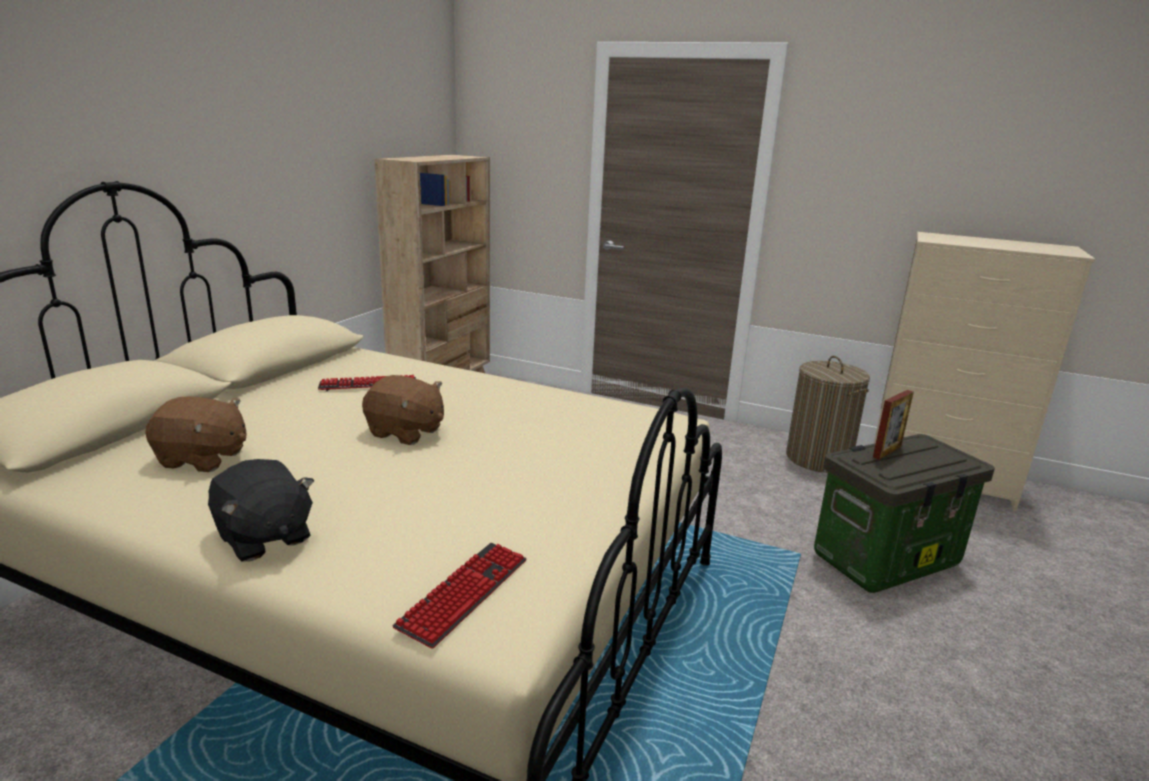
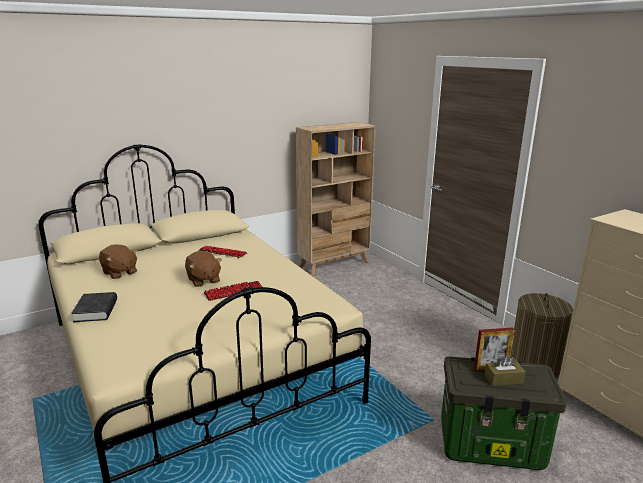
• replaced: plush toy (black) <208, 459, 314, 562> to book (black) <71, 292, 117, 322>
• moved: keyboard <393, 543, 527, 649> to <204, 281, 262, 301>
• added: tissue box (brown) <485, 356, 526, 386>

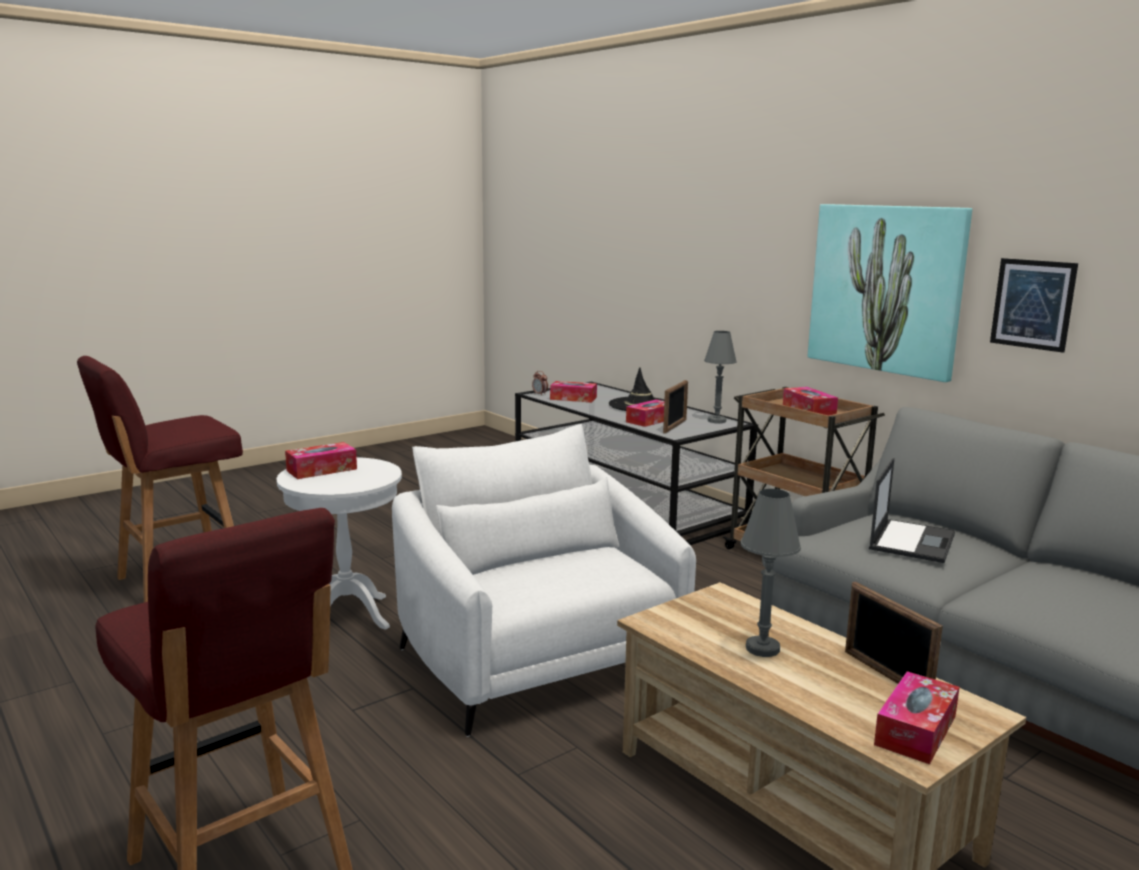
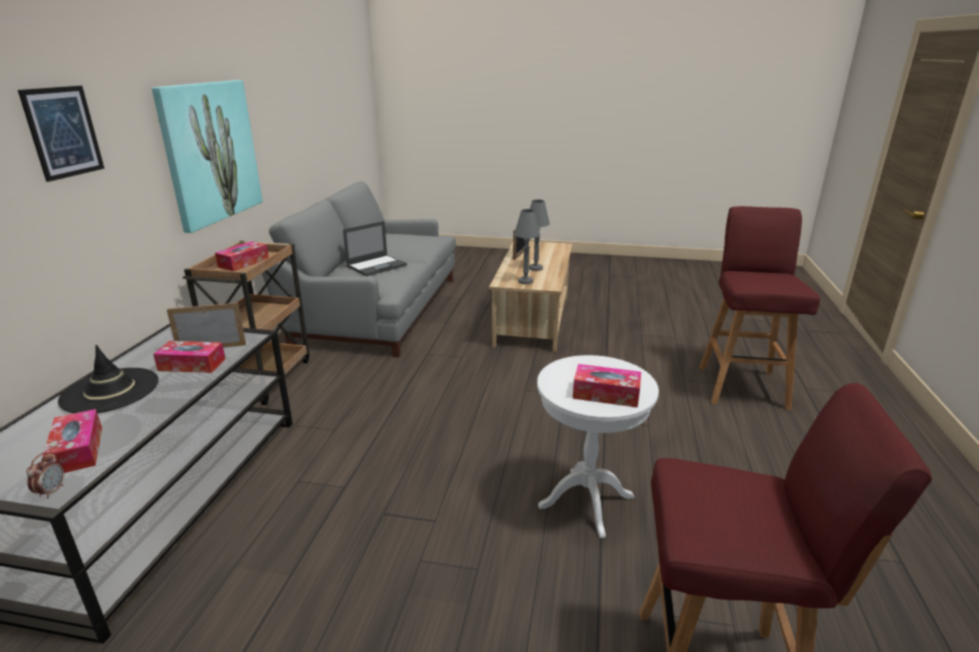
• removed: armchair (white) <392, 424, 696, 737>
• moved: table lamp (grey) <704, 331, 737, 423> to <514, 209, 540, 284>
• turned: laptop <869, 458, 955, 563> = <343, 221, 407, 276> 150 degrees clockwise
• removed: tissue box <874, 671, 960, 764>
• moved: picture <990, 258, 1078, 353> to <18, 86, 105, 182>

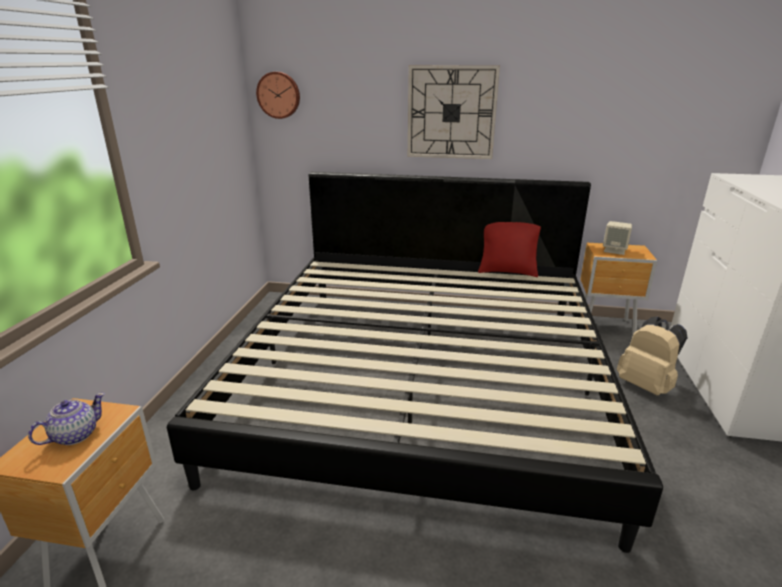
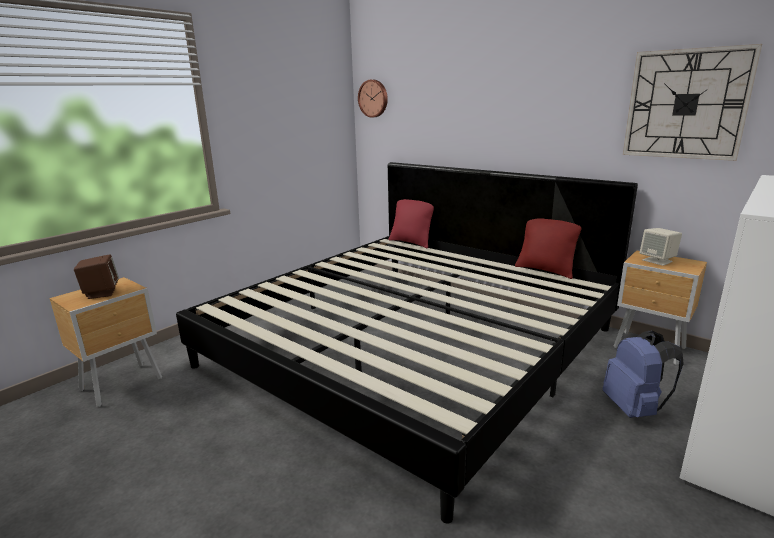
• replaced: teapot <28, 393, 105, 445> to speaker (brown) <74, 254, 119, 299>
• moved: wall clock <408, 65, 500, 159> to <623, 44, 762, 161>
• recoloured: backpack (beige) <617, 317, 688, 395> to backpack (blue) <603, 331, 684, 418>
• added: pillow (red) <389, 199, 434, 249>

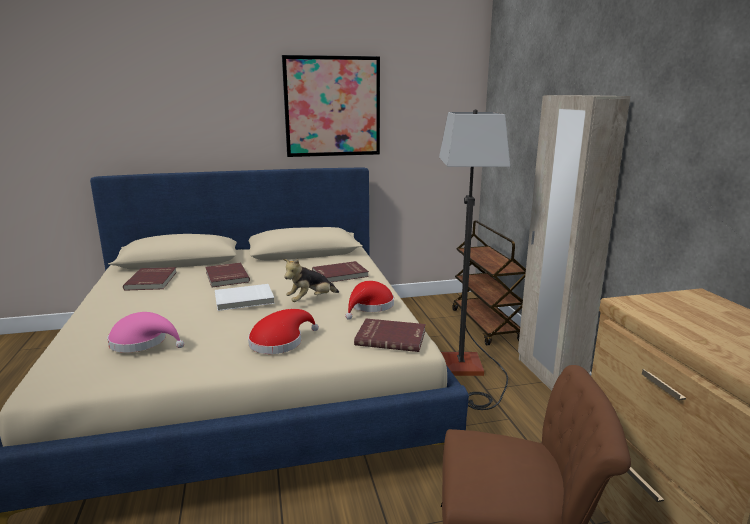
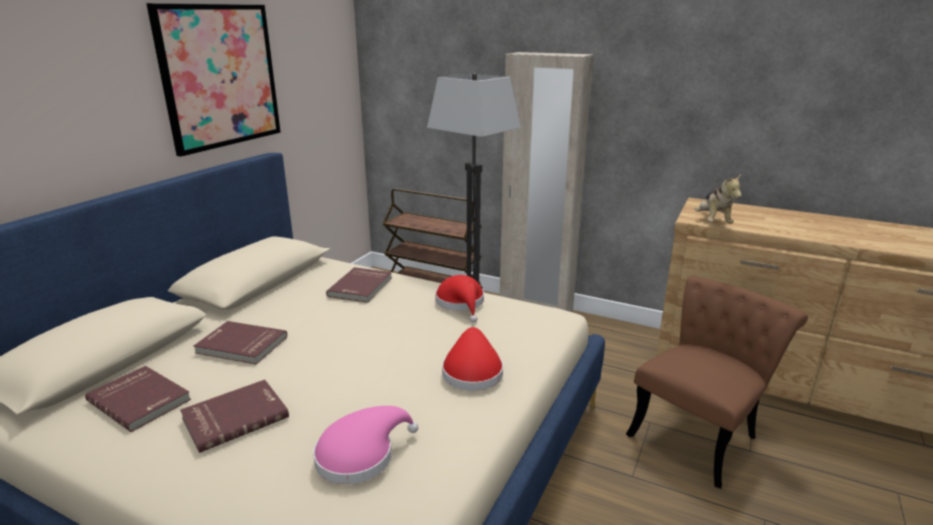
• removed: book (white) <215, 284, 275, 311>
• moved: plush toy <283, 259, 339, 302> to <695, 175, 742, 224>
• moved: book (red) <354, 319, 426, 352> to <180, 380, 289, 453>

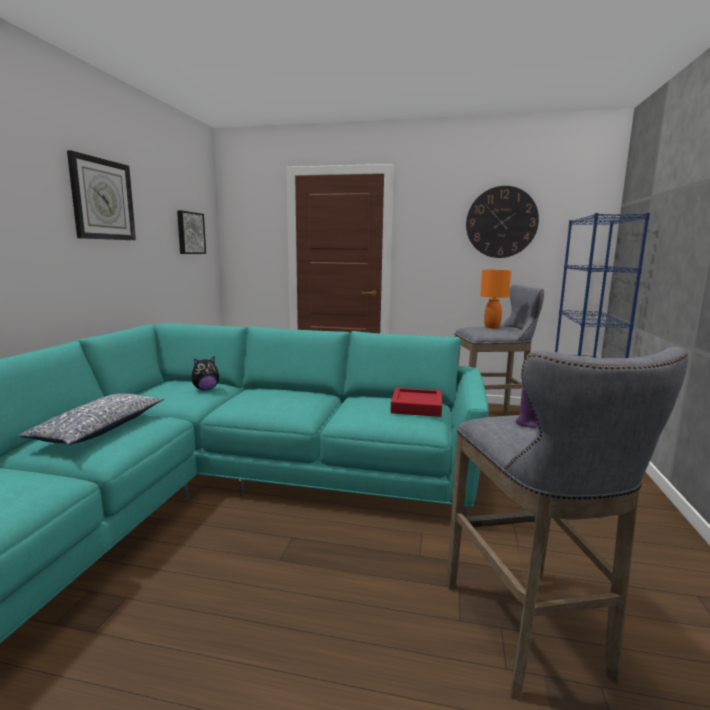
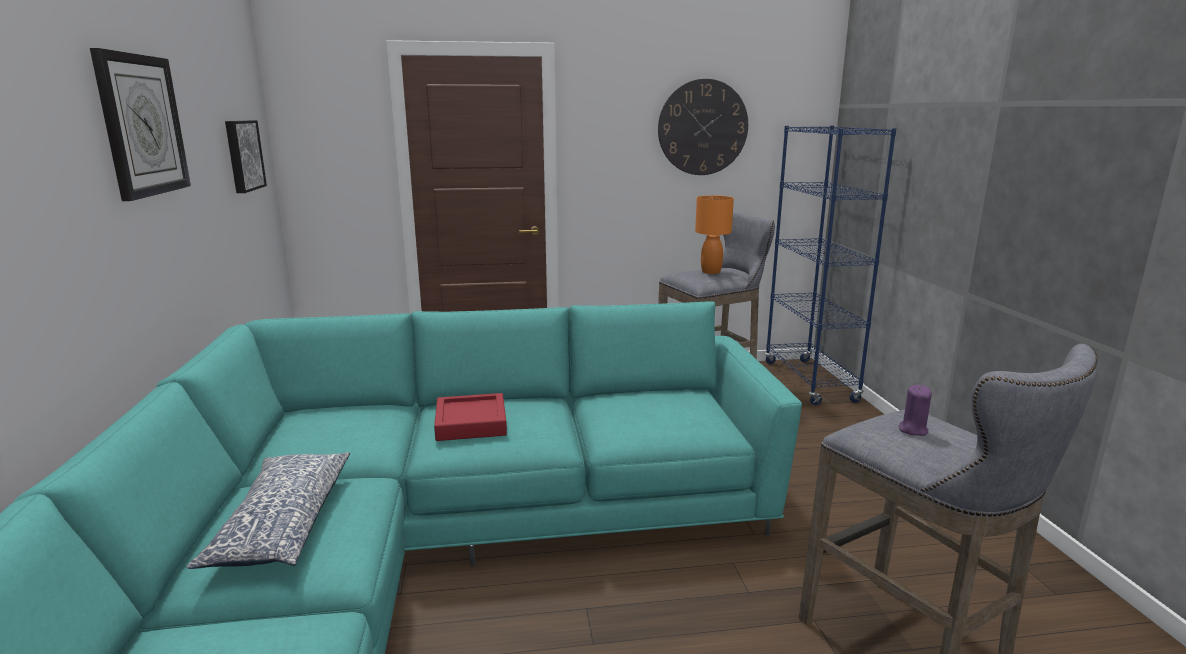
• removed: plush toy <192, 356, 219, 390>
• moved: tray (red) <390, 388, 442, 417> to <434, 393, 507, 441>

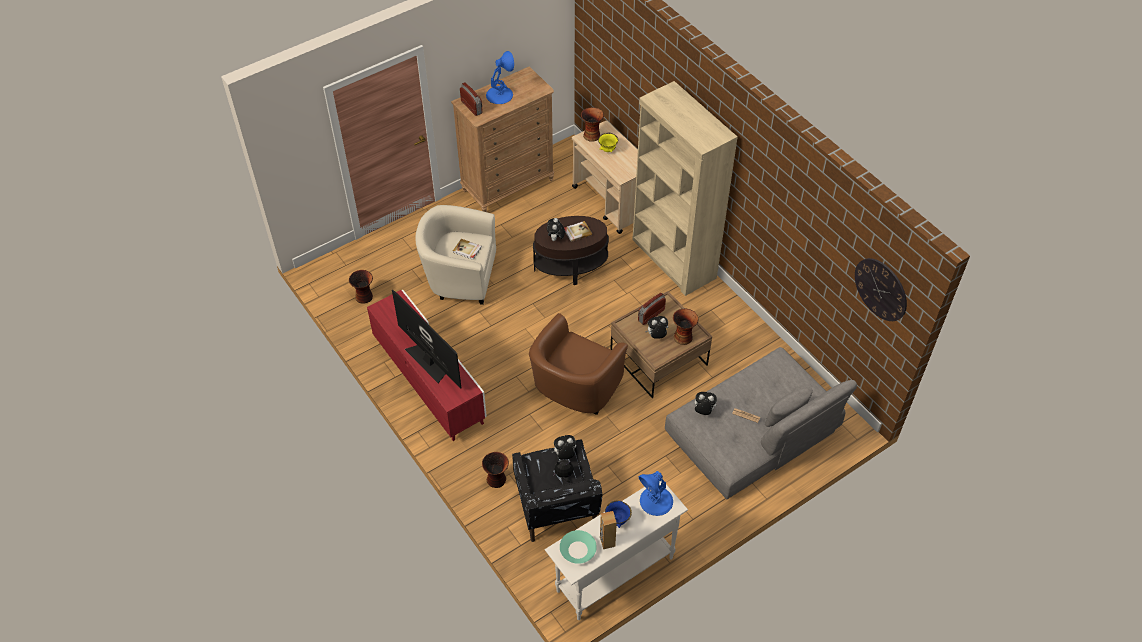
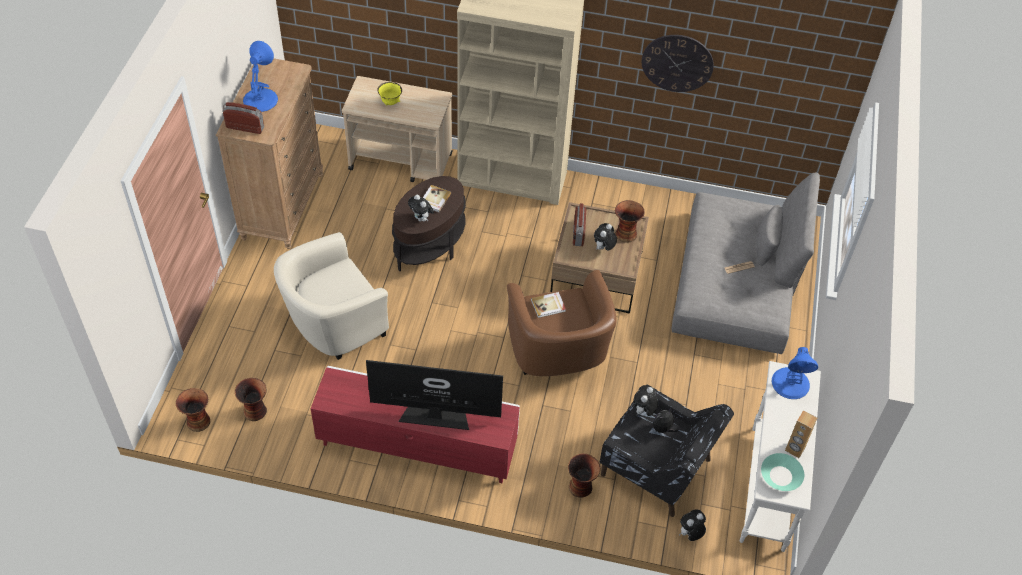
• moved: book <453, 239, 482, 260> to <531, 292, 566, 318>
• moved: vase <581, 107, 604, 142> to <176, 388, 210, 432>
• removed: bowl (blue) <605, 501, 632, 528>
• moved: plush toy <692, 392, 717, 415> to <679, 510, 706, 541>
• moved: wall clock <855, 258, 907, 321> to <642, 35, 714, 92>

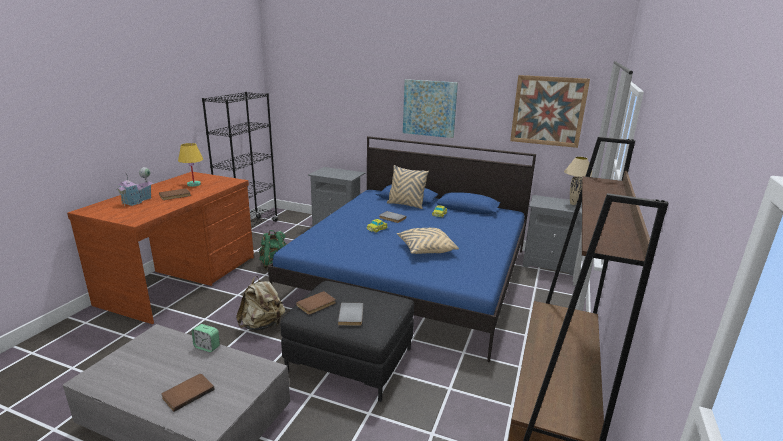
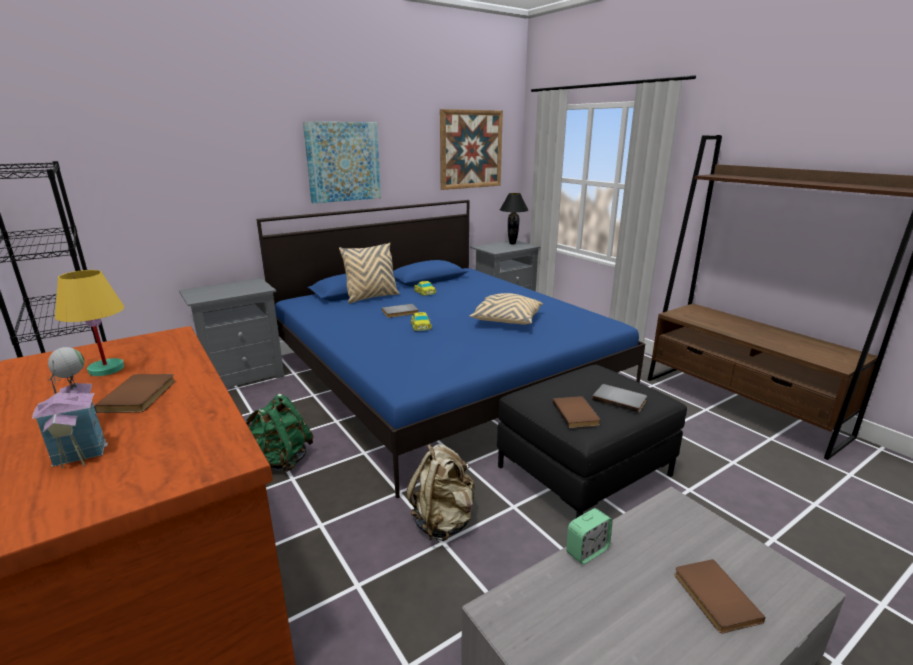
• recoloured: table lamp (beige) <564, 157, 592, 205> to table lamp (black) <500, 193, 529, 244>

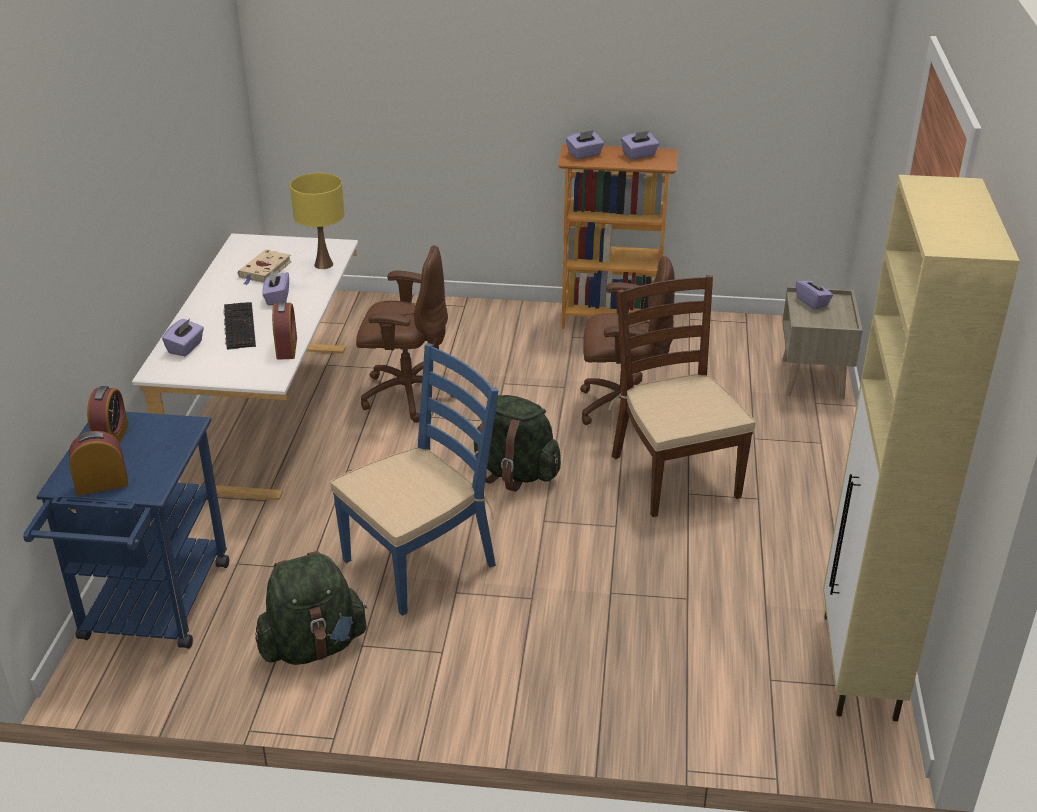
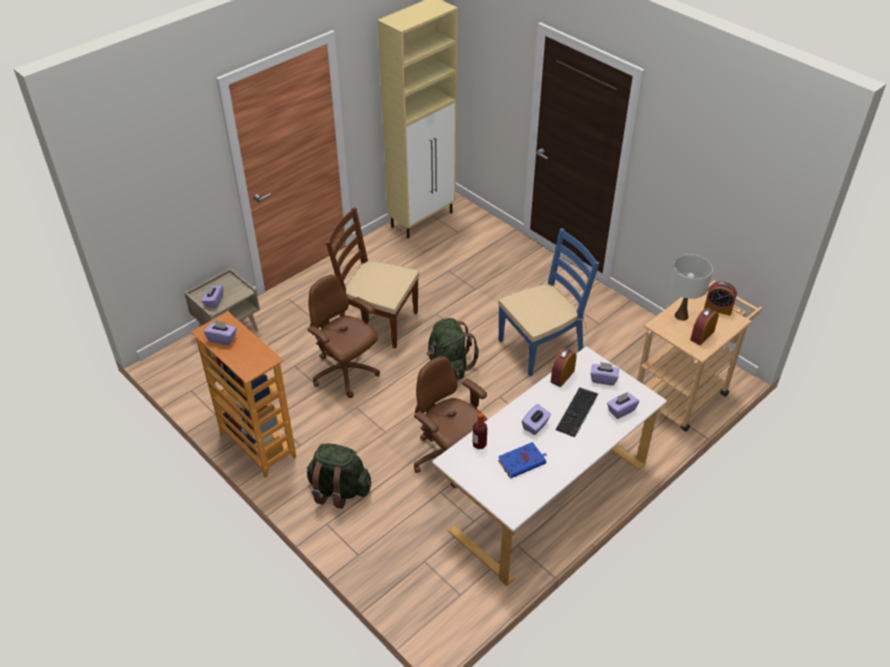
• recoloured: cart (blue) <23, 412, 229, 649> to cart (beige) <637, 280, 763, 432>
• recoloured: book (beige) <238, 250, 292, 285> to book (blue) <498, 442, 547, 478>
• moved: backpack (green) <255, 551, 367, 665> to <306, 443, 371, 509>
• replaced: table lamp (yellow) <290, 173, 345, 269> to bottle <473, 413, 487, 449>
• turned: chair (blue) <330, 343, 498, 616> = <498, 228, 599, 376> 150 degrees clockwise
• moved: tissue box (purple) <566, 130, 604, 159> to <591, 362, 619, 386>
• turned: chair (brown) <608, 275, 756, 517> = <326, 207, 419, 349> 90 degrees clockwise
• added: table lamp (white) <670, 255, 713, 321>

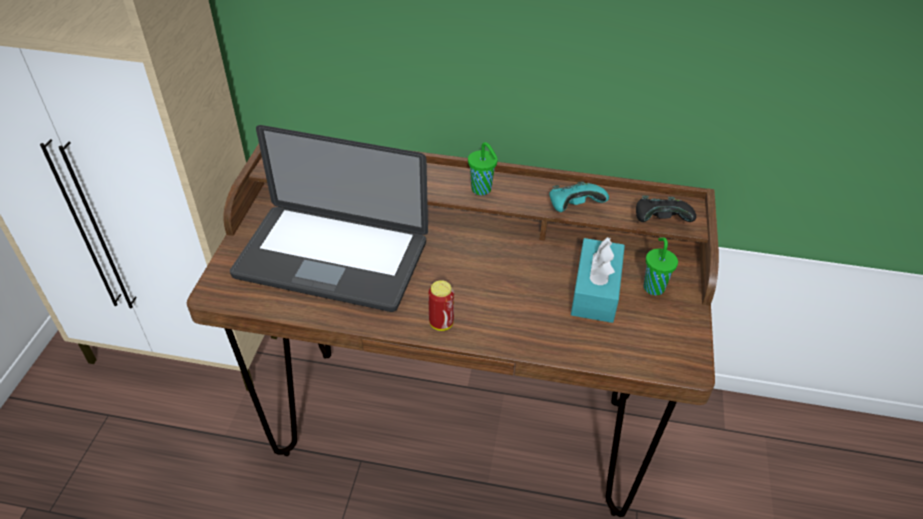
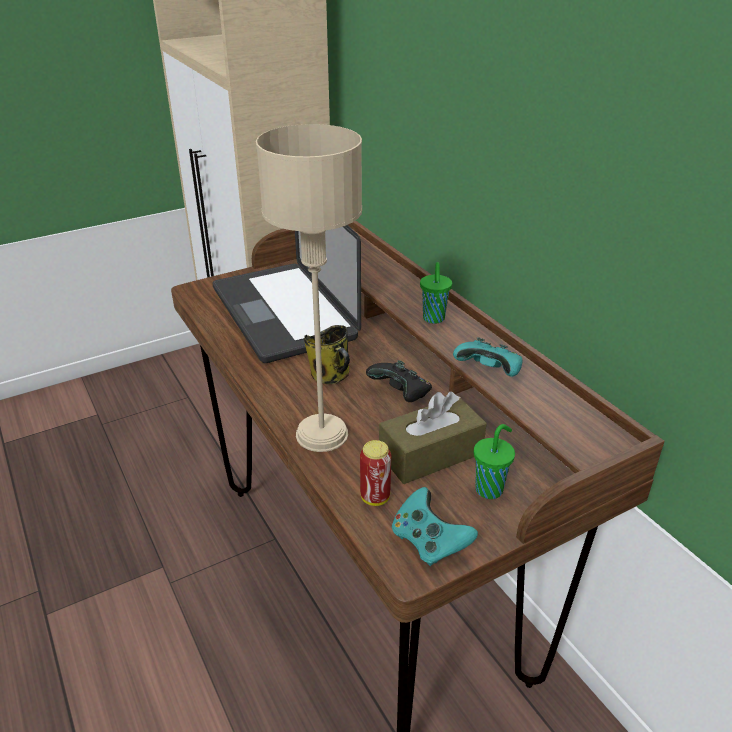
• moved: can <428, 280, 454, 331> to <360, 440, 391, 506>
• recoloured: tissue box (turquoise) <571, 237, 625, 323> to tissue box (brown) <379, 392, 487, 484>
• moved: game controller (black) <636, 196, 696, 222> to <366, 360, 432, 402>
• added: table lamp (beige) <256, 124, 362, 452>
• added: mug <304, 325, 350, 384>
• added: game controller (turquoise) <392, 487, 478, 566>

